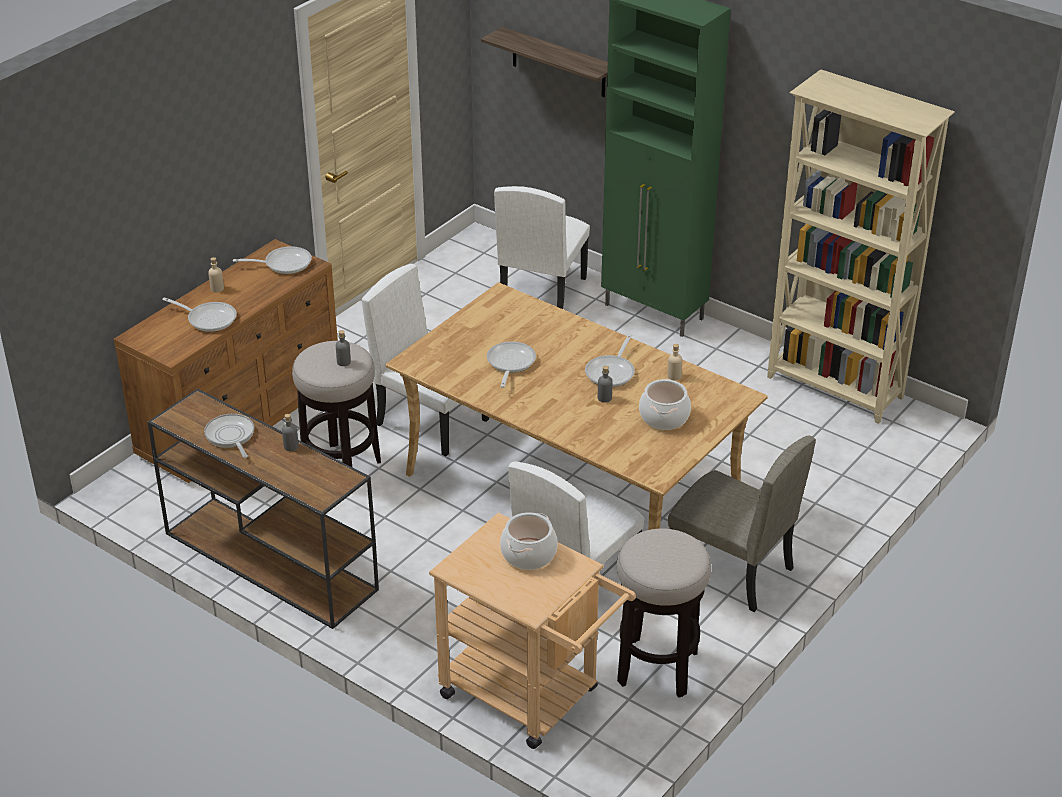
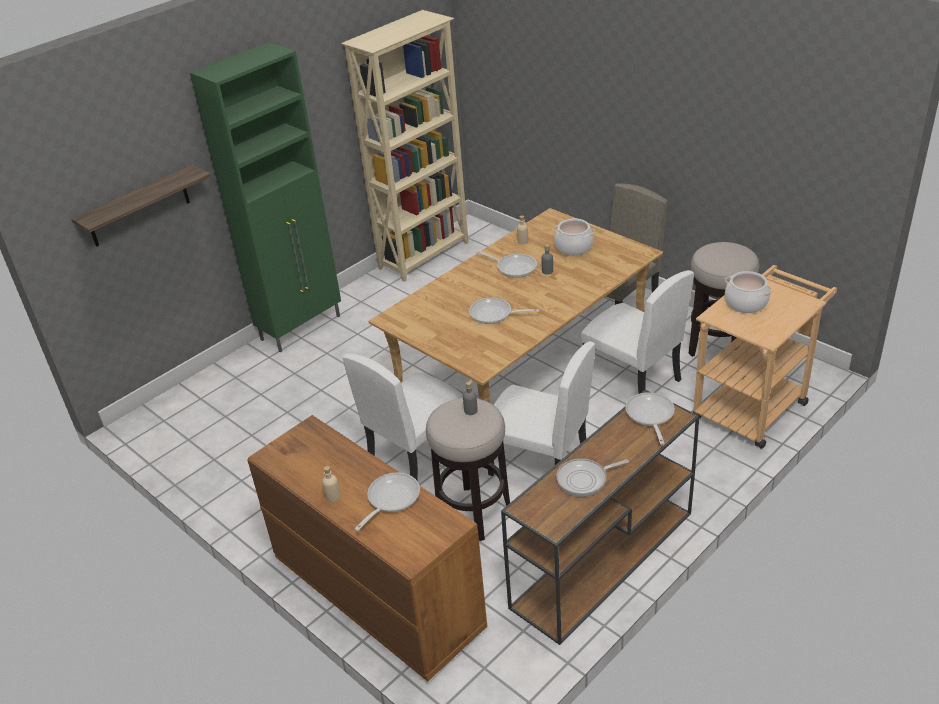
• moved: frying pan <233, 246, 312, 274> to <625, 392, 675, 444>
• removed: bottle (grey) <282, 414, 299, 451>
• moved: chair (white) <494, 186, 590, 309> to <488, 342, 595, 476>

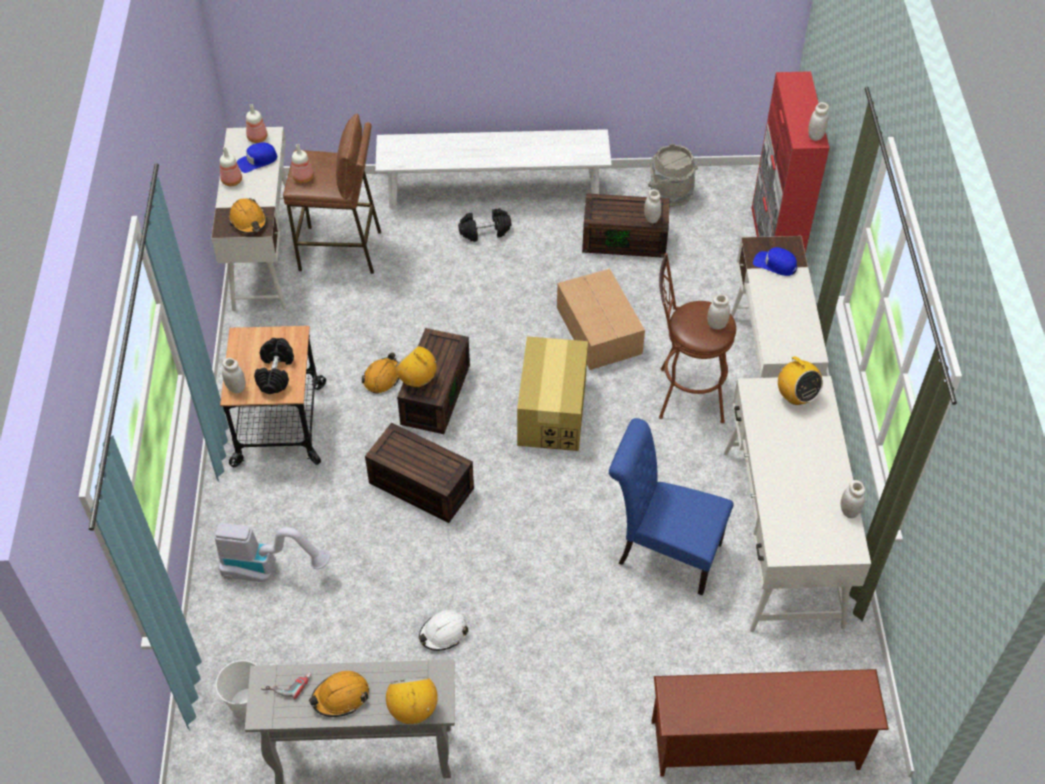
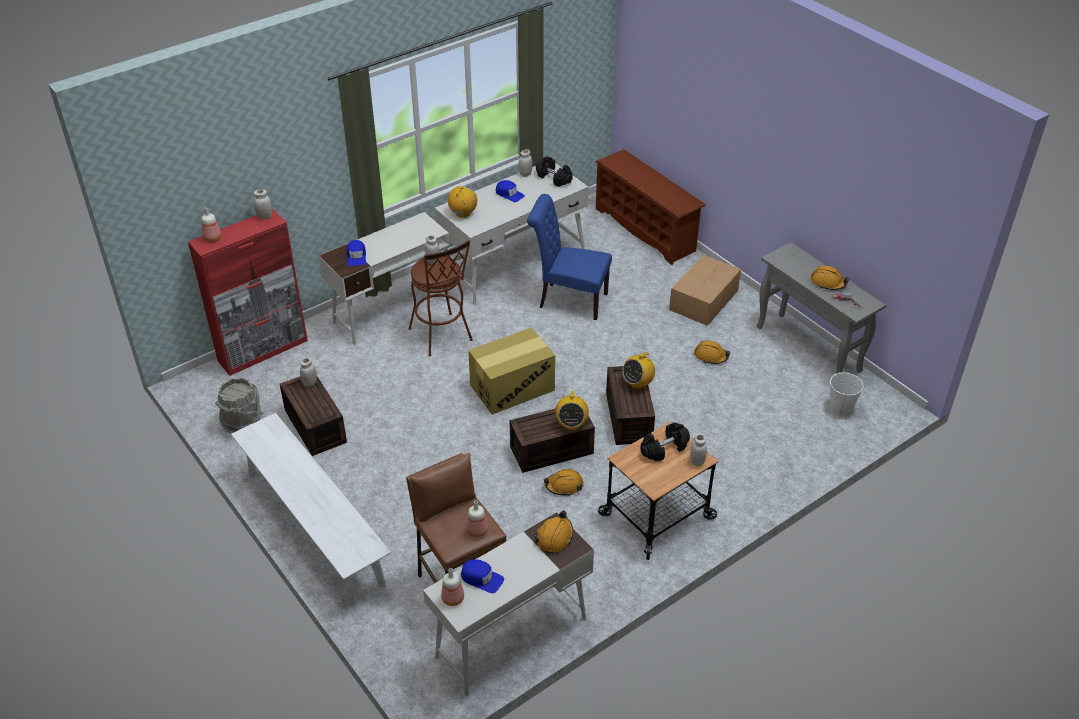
• removed: vacuum cleaner <215, 523, 330, 582>
• moved: bottle <220, 147, 242, 186> to <202, 207, 221, 242>
• moved: radio <386, 677, 438, 724> to <622, 350, 655, 389>
• recoloured: hard hat (white) <419, 610, 468, 651> to hard hat (orange) <694, 341, 730, 364>
• moved: dumbbell (black) <458, 208, 512, 242> to <536, 156, 573, 187>
• moved: cardboard box <557, 268, 645, 370> to <669, 255, 741, 326>
• turned: chair (blue) <609, 418, 734, 596> = <527, 194, 612, 320> 120 degrees clockwise
• added: cap (blue) <496, 180, 525, 202>

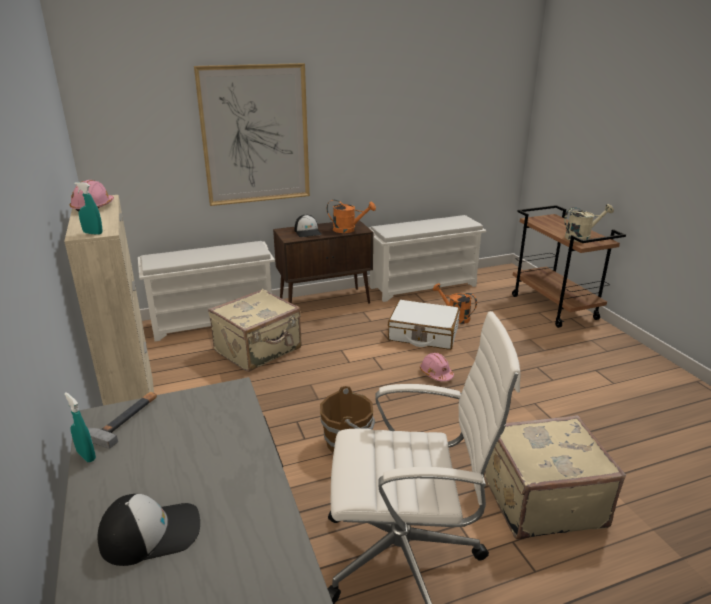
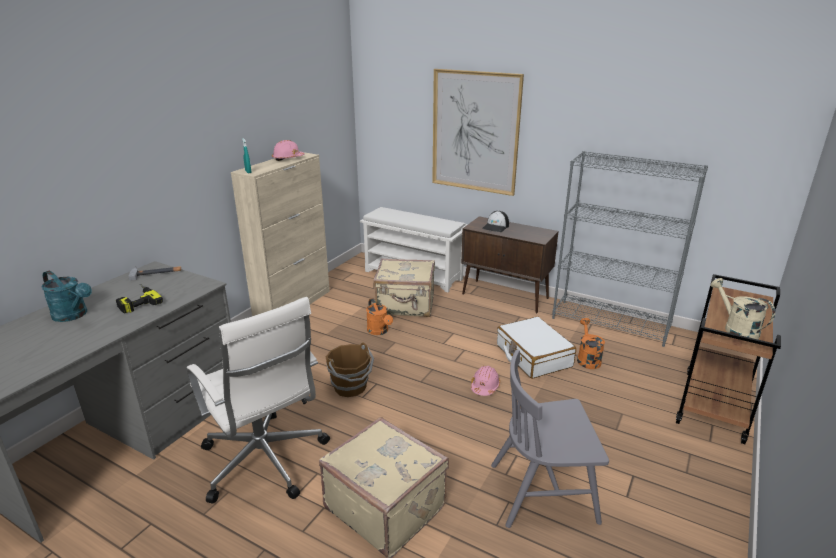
• removed: spray bottle (turquoise) <64, 392, 96, 462>
• replaced: cap <98, 494, 200, 566> to watering can (turquoise) <41, 271, 92, 322>
• moved: watering can (orange) <327, 200, 376, 233> to <366, 298, 393, 335>
• replaced: shoe rack (white) <369, 215, 487, 302> to bookcase (grey) <552, 151, 708, 347>
• turned: watering can (beige) <564, 204, 614, 242> = <710, 278, 775, 339> 150 degrees counterclockwise
• added: power drill <116, 284, 163, 313>
• added: chair (grey) <491, 350, 609, 528>

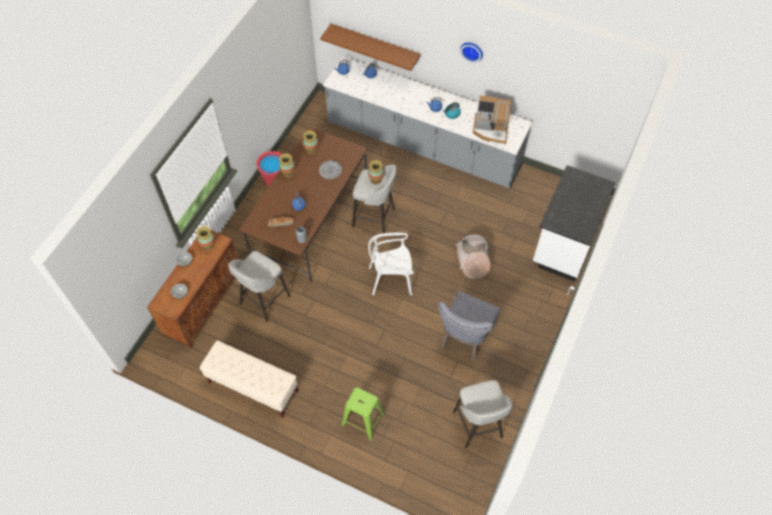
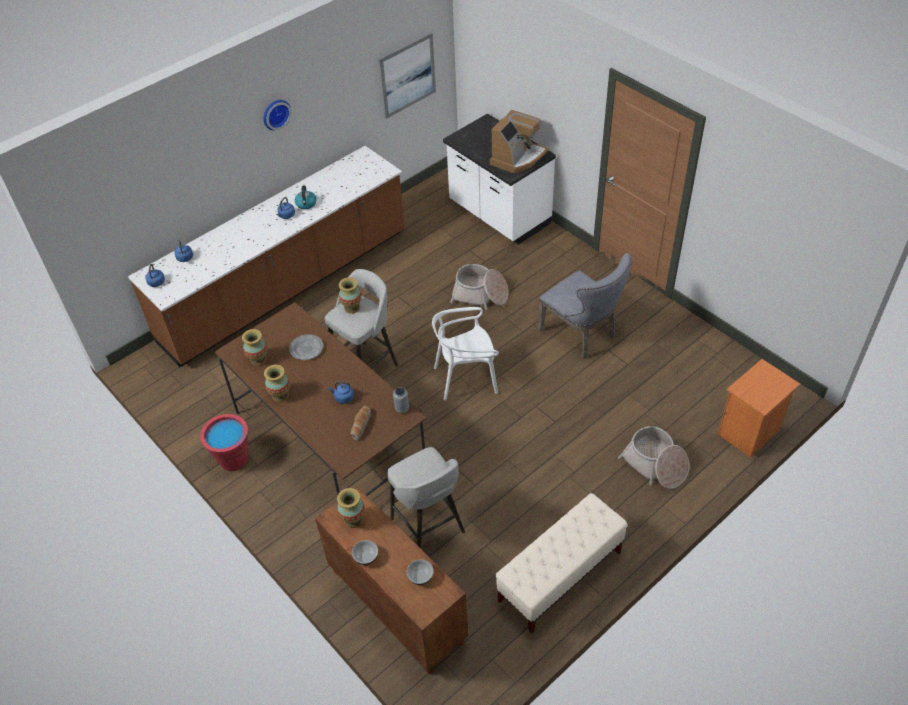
• removed: shelf (brown) <320, 24, 421, 71>
• recoloured: counter (grey) <323, 56, 533, 188> to counter (brown) <128, 146, 405, 367>
• replaced: stool (green) <341, 387, 385, 442> to basket <618, 426, 689, 489>
• turned: chair (white) <368, 233, 414, 295> = <432, 307, 499, 401> 60 degrees clockwise
• removed: stool (grey) <453, 380, 512, 448>
• moved: coffee machine <473, 95, 511, 145> to <490, 110, 549, 173>
• added: picture <378, 32, 436, 119>
• added: nightstand (orange) <718, 359, 800, 457>

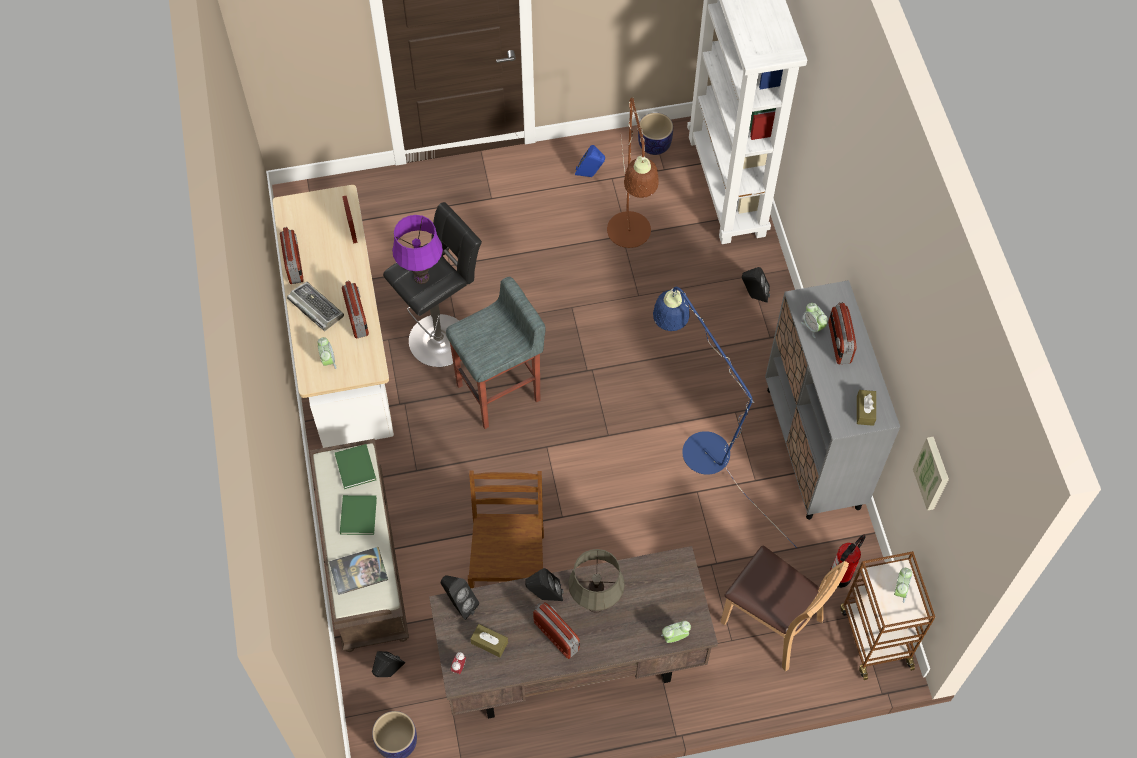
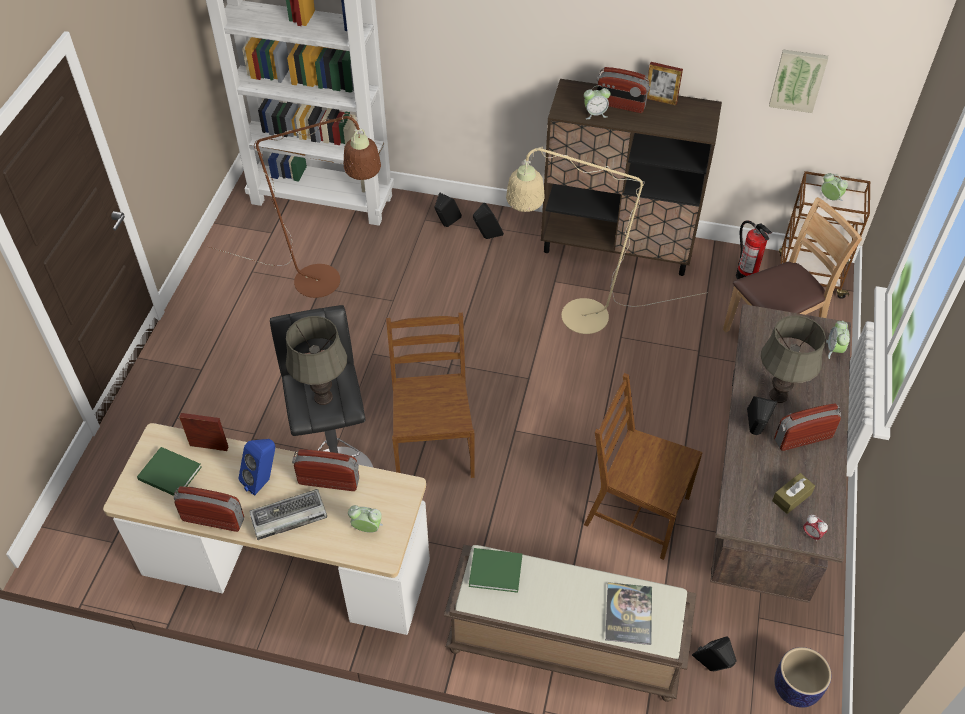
• moved: book (green) <340, 495, 377, 535> to <137, 447, 202, 496>
• recoloured: table lamp (purple) <392, 215, 443, 284> to table lamp (grey) <286, 316, 347, 405>
• moved: speaker (black) <441, 575, 479, 620> to <473, 203, 504, 239>
• replaced: stool (grey) <446, 277, 546, 429> to chair (brown) <386, 313, 475, 478>
• moved: speaker (blue) <575, 145, 605, 177> to <239, 439, 275, 496>
• removed: planter <638, 113, 673, 155>
• recoloured: floor lamp (blue) <653, 287, 797, 548> to floor lamp (beige) <506, 147, 708, 334>
• recoloured: cabinet (grey) <765, 280, 900, 520> to cabinet (brown) <541, 79, 722, 276>
• removed: tissue box (brown) <857, 390, 876, 426>
• added: picture frame <647, 62, 683, 106>

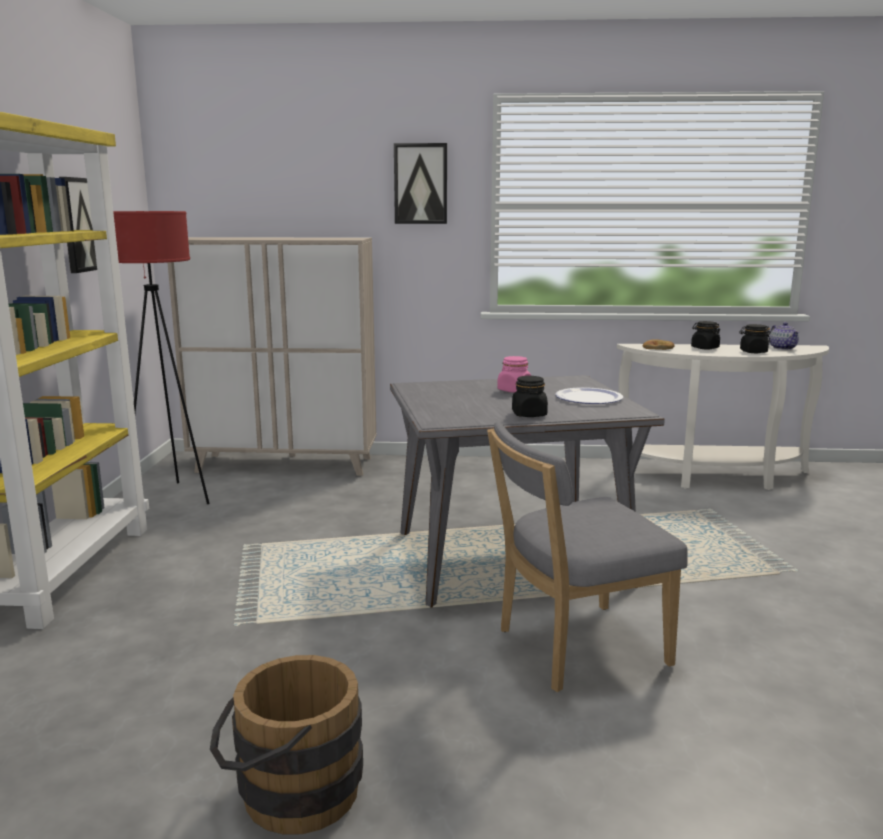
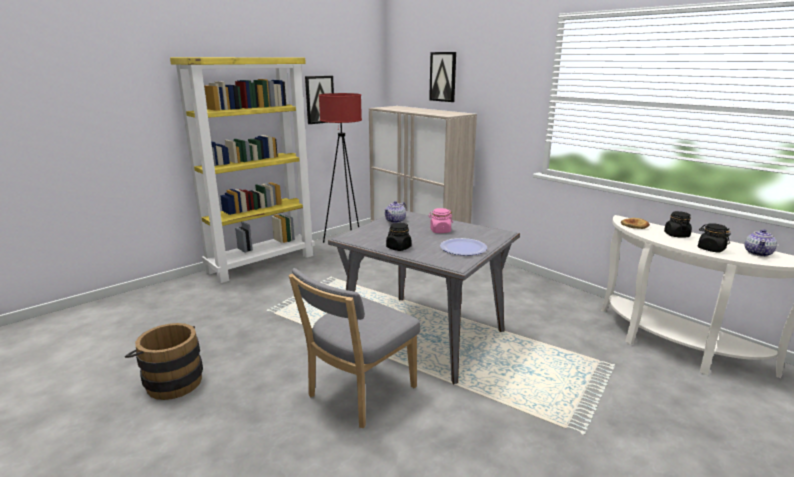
• moved: picture <394, 143, 447, 224> to <429, 52, 456, 102>
• turned: chair (grey) <487, 421, 688, 692> = <288, 268, 420, 428> 75 degrees counterclockwise
• added: teapot <384, 201, 407, 223>

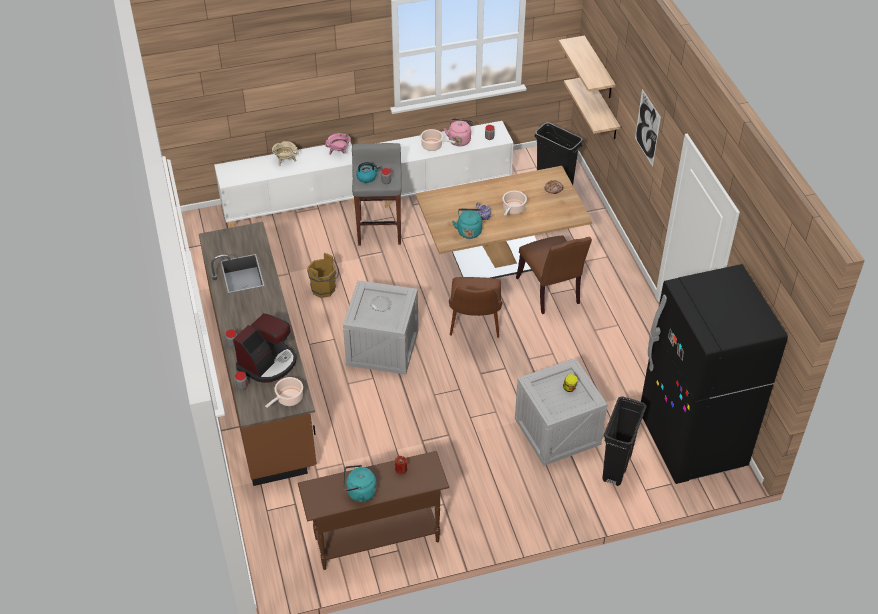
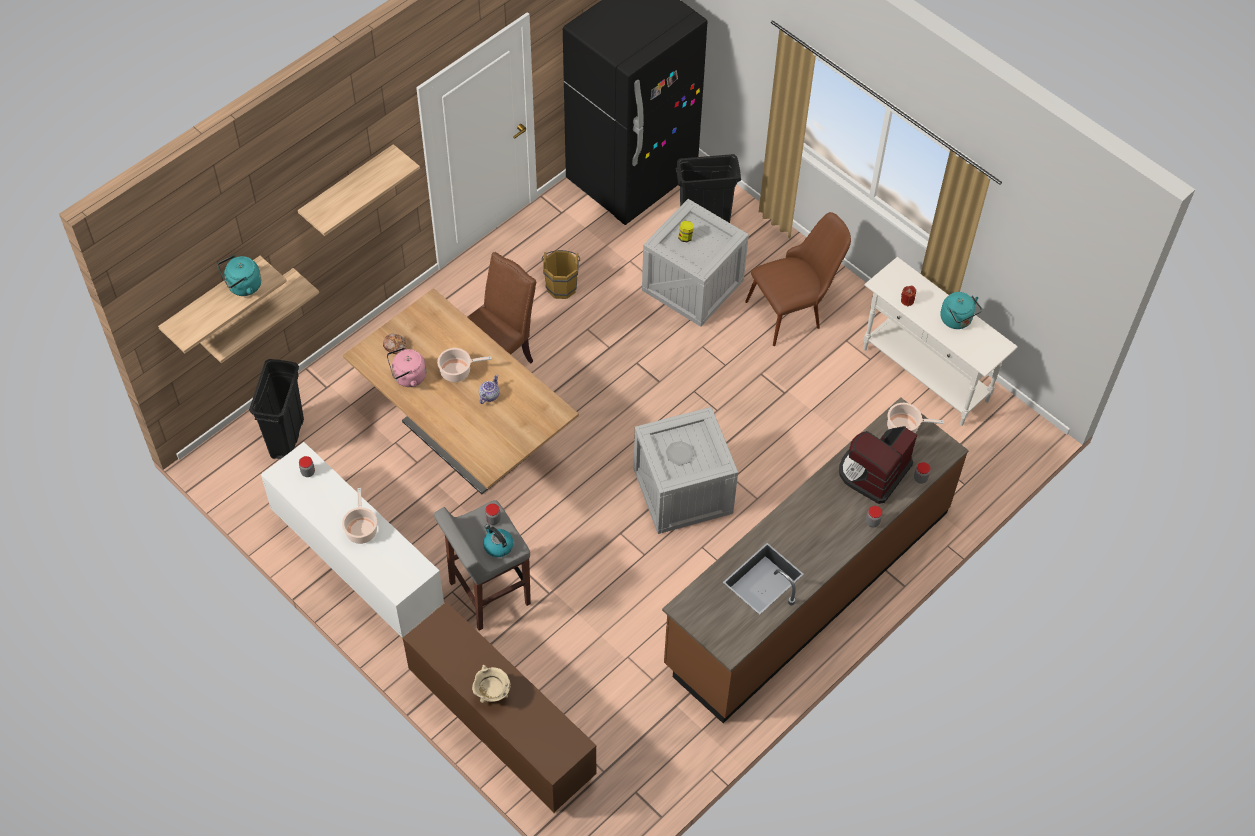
• recoloured: cabinet (white) <214, 142, 355, 228> to cabinet (brown) <403, 602, 597, 814>
• turned: coffee machine <233, 313, 296, 383> = <839, 426, 917, 504> 60 degrees counterclockwise
• recoloured: console table (brown) <298, 451, 449, 570> to console table (white) <863, 257, 1018, 426>
• moved: bucket (brown) <307, 253, 339, 298> to <542, 250, 580, 299>
• removed: cooking pot (pink) <325, 133, 351, 155>
• moved: kettle (pink) <444, 118, 473, 146> to <387, 347, 426, 387>
• moved: chair (brown) <449, 277, 502, 338> to <745, 212, 851, 346>
• moved: kettle (turquoise) <452, 209, 482, 239> to <217, 255, 261, 296>
• replaced: picture <635, 89, 661, 167> to shelf <298, 144, 420, 236>

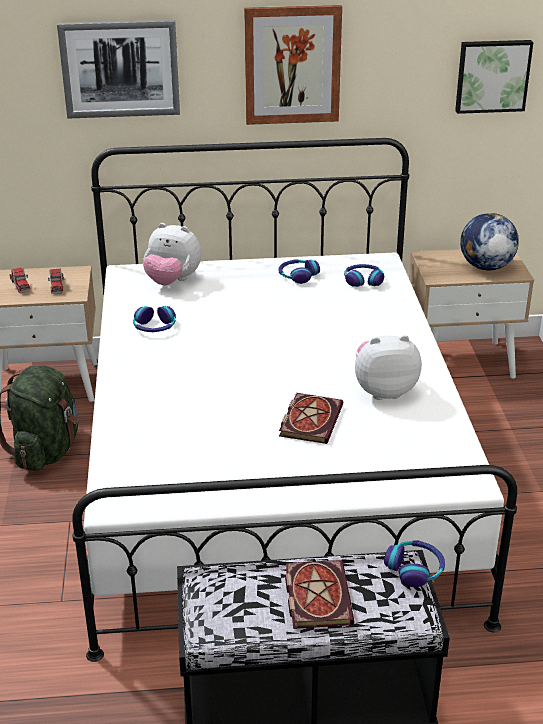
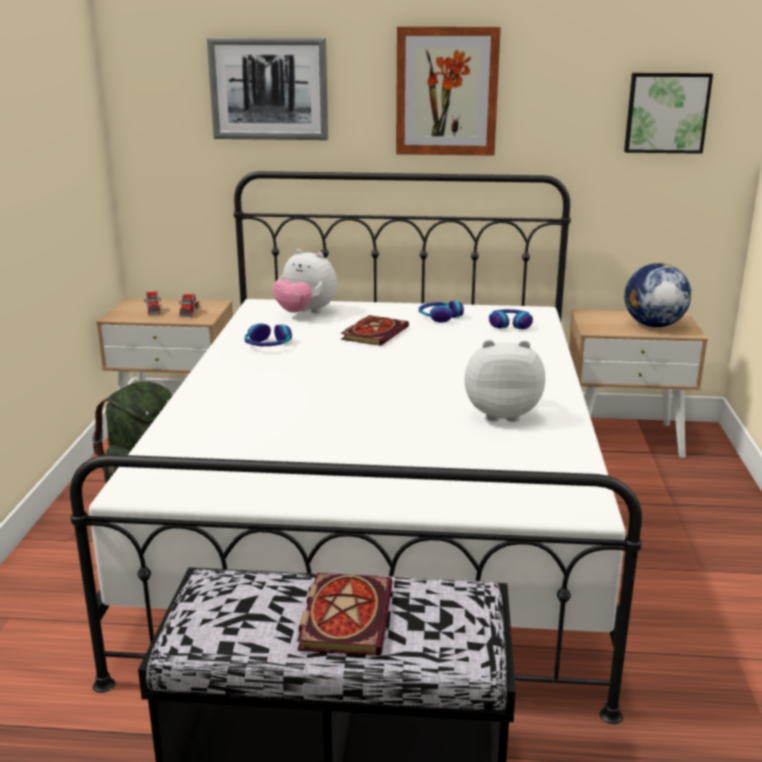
• moved: book <279, 393, 343, 444> to <341, 315, 409, 346>
• removed: headphones <384, 540, 445, 587>

